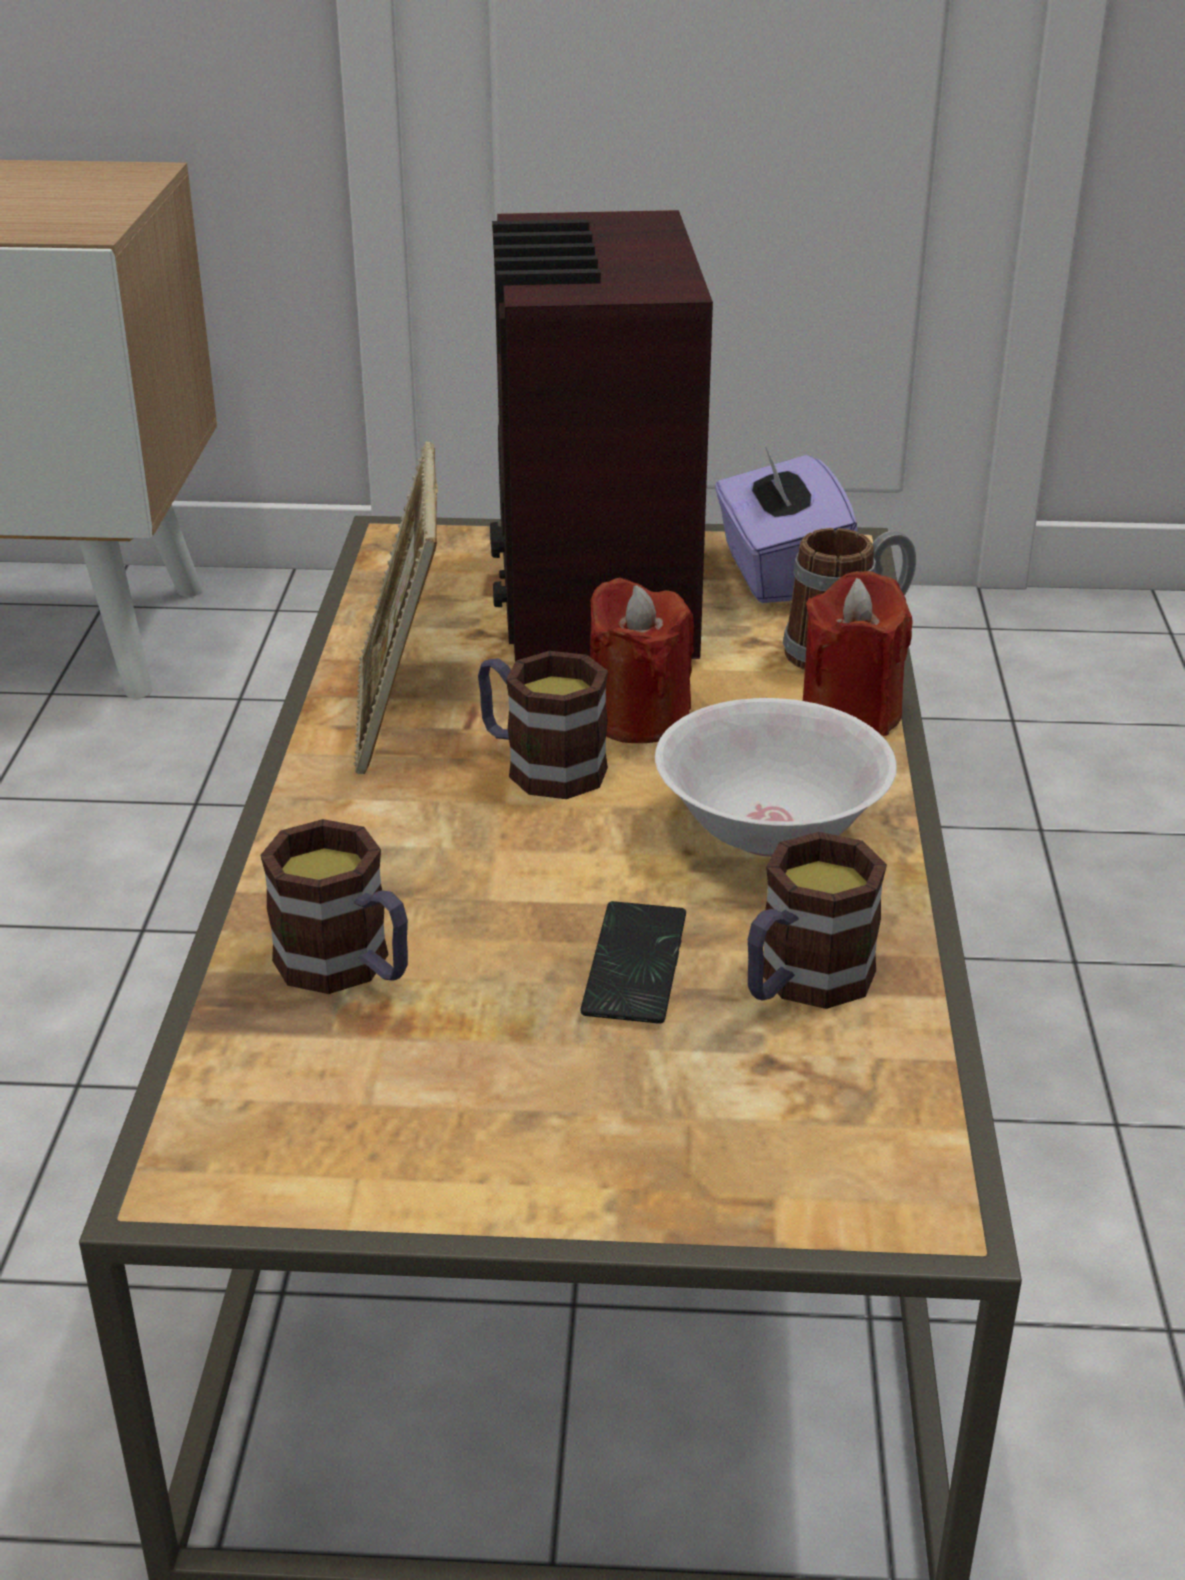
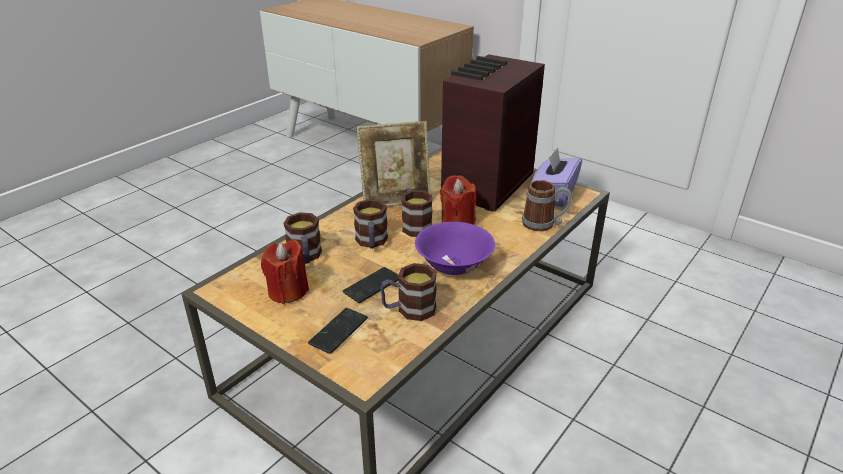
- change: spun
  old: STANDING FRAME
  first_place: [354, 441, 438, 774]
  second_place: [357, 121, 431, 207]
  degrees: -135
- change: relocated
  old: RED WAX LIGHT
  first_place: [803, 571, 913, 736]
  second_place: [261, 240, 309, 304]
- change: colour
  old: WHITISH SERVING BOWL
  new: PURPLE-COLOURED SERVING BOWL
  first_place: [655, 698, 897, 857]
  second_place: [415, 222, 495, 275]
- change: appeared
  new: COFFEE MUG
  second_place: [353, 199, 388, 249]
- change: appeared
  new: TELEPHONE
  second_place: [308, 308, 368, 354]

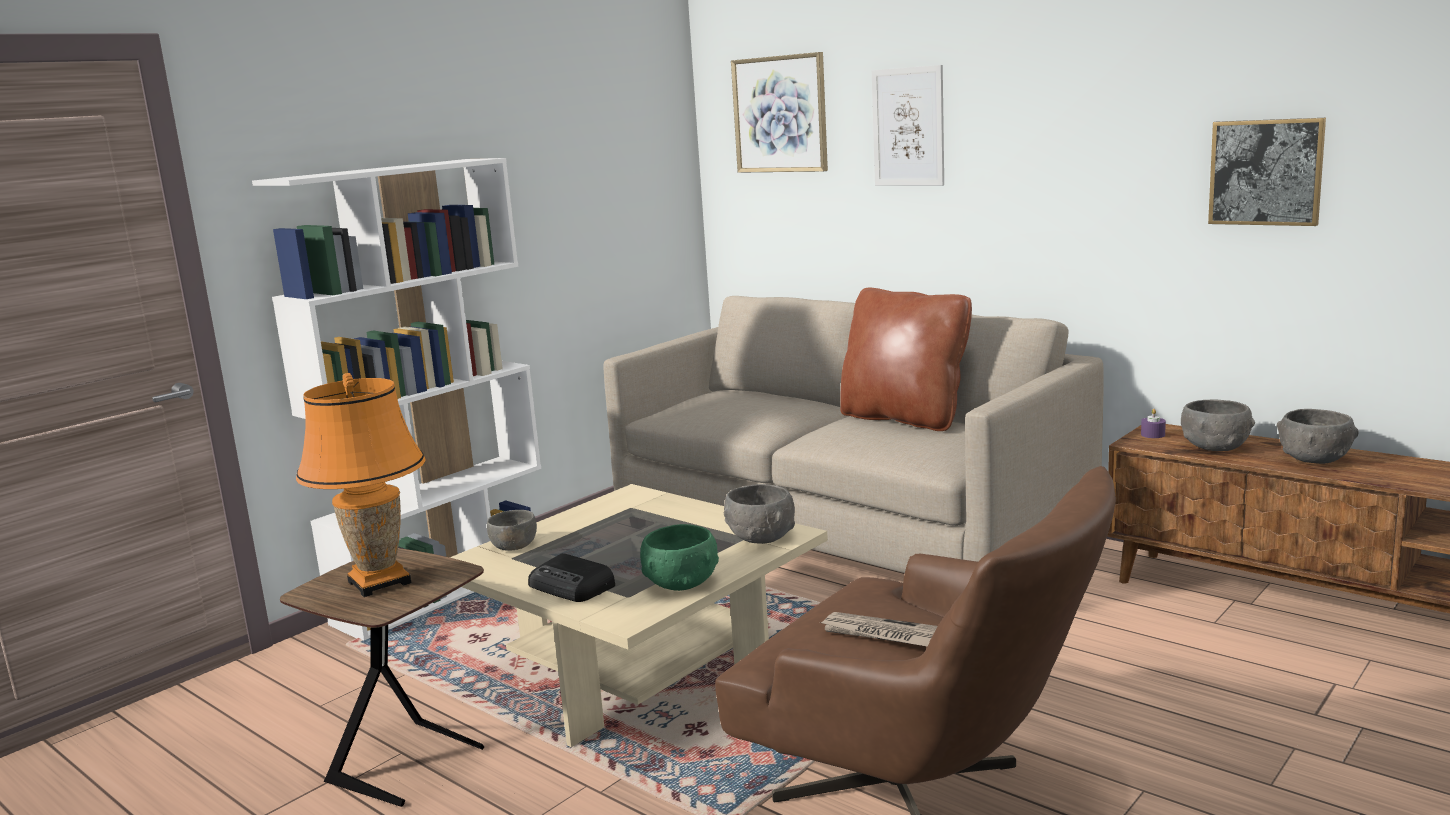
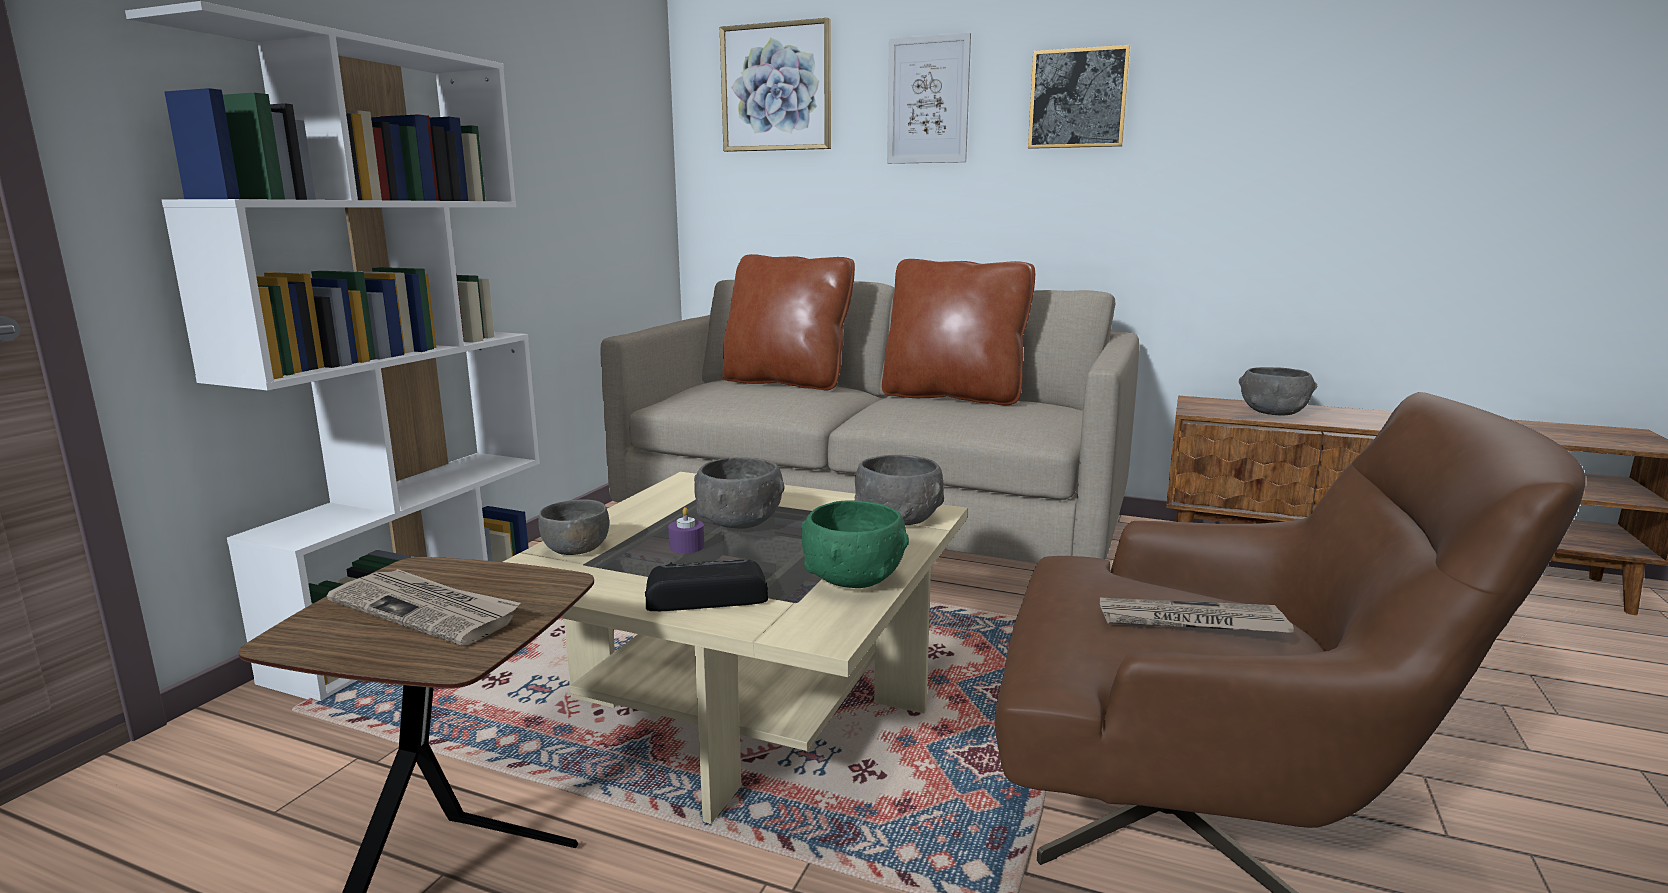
- change: relocated
  old: WALL ART
  first_place: [1208, 118, 1326, 226]
  second_place: [1028, 45, 1131, 149]
- change: exchanged
  old: ORANGEY TABLE LAMP
  new: NEWSPAPER
  first_place: [296, 373, 426, 597]
  second_place: [327, 569, 521, 646]
- change: relocated
  old: PURPLE-COLOURED WAX LIGHT
  first_place: [1141, 409, 1166, 438]
  second_place: [668, 507, 704, 553]
- change: relocated
  old: GREY SERVING BOWL
  first_place: [1277, 409, 1358, 464]
  second_place: [694, 457, 784, 529]
- change: spun
  old: RADIO SET
  first_place: [528, 553, 615, 602]
  second_place: [645, 560, 768, 611]
  degrees: 150
- change: appeared
  new: BROWN PILLOW
  second_place: [723, 254, 855, 391]

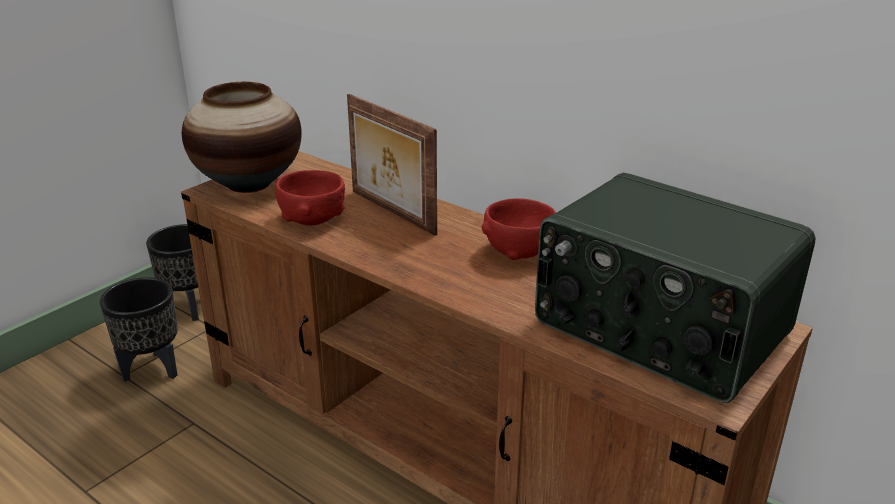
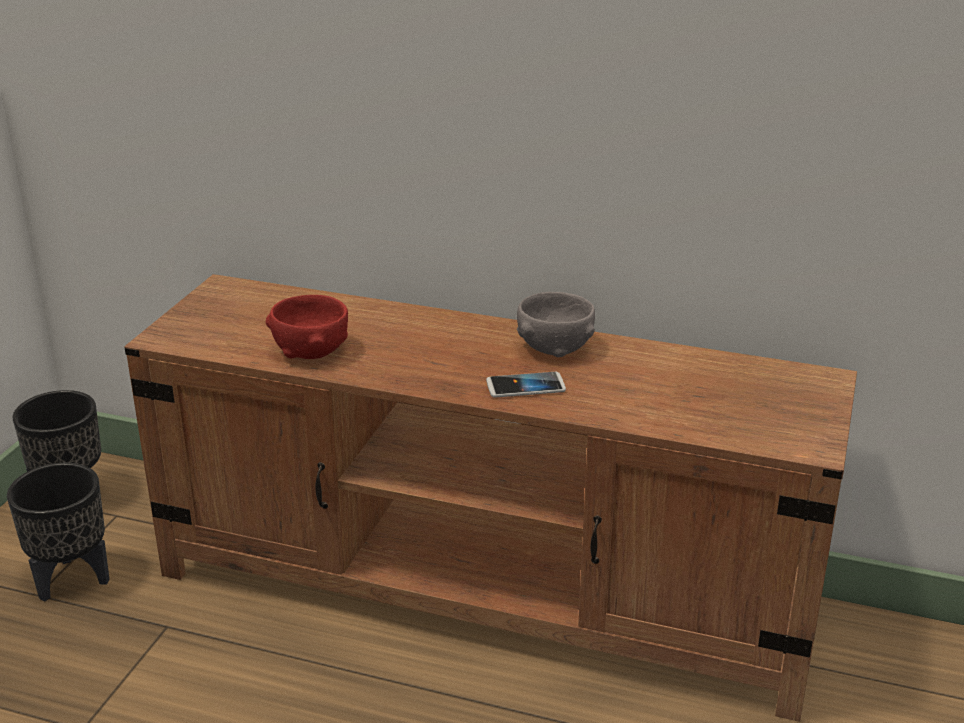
- change: missing
  old: DECORATIVE VASE
  first_place: [182, 82, 302, 193]
- change: missing
  old: STANDING FRAME
  first_place: [347, 94, 437, 236]
- change: missing
  old: RADIO SET
  first_place: [535, 173, 816, 403]
- change: colour
  old: RED SERVING BOWL
  new: GREY SERVING BOWL
  first_place: [482, 198, 556, 260]
  second_place: [517, 292, 595, 357]
- change: appeared
  new: TELEPHONE
  second_place: [486, 372, 566, 397]

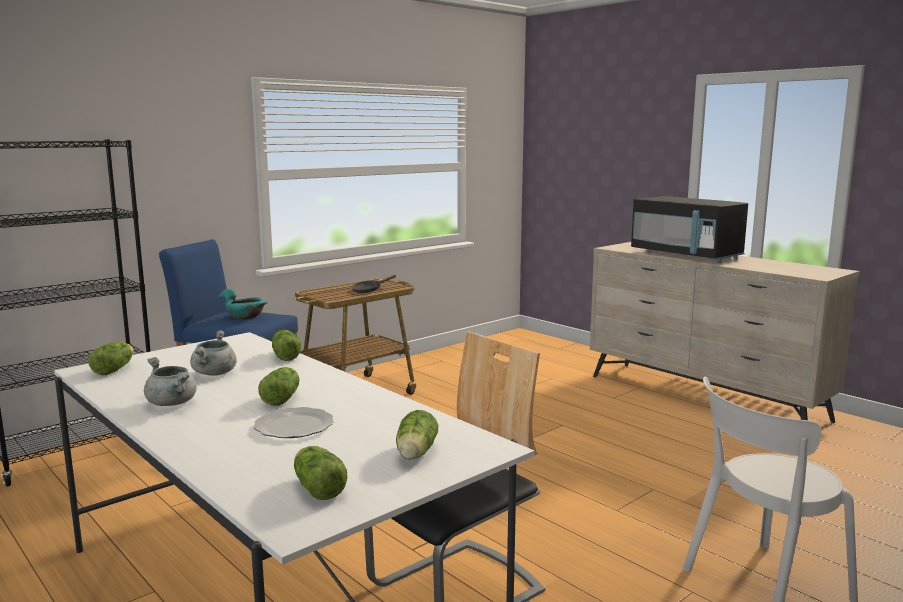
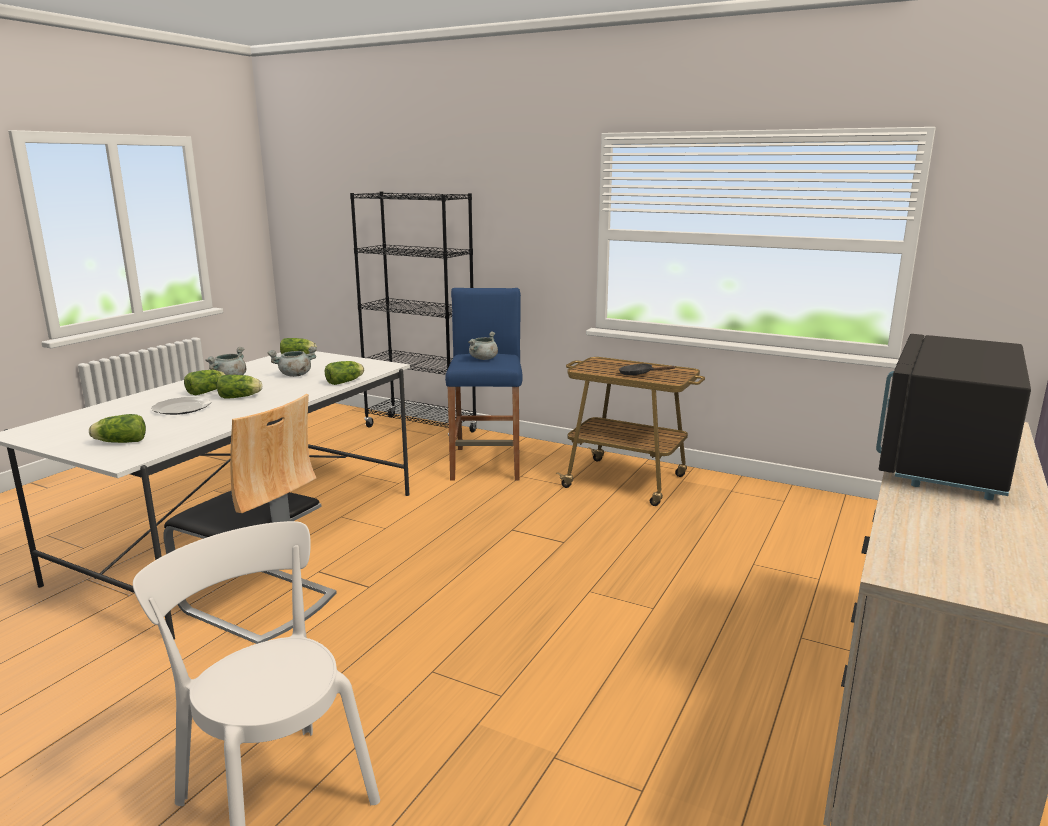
- change: exchanged
  old: TURQUOISE SERVING BOWL
  new: GREY STOCKPOT
  first_place: [218, 288, 268, 319]
  second_place: [468, 332, 498, 360]
- change: relocated
  old: LETTUCE
  first_place: [294, 446, 347, 500]
  second_place: [184, 370, 226, 396]

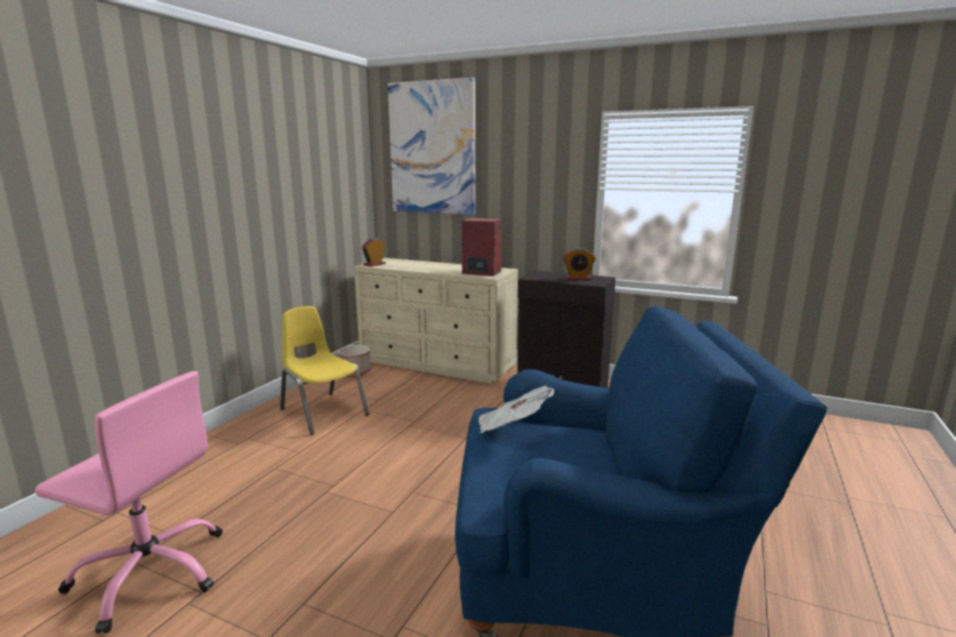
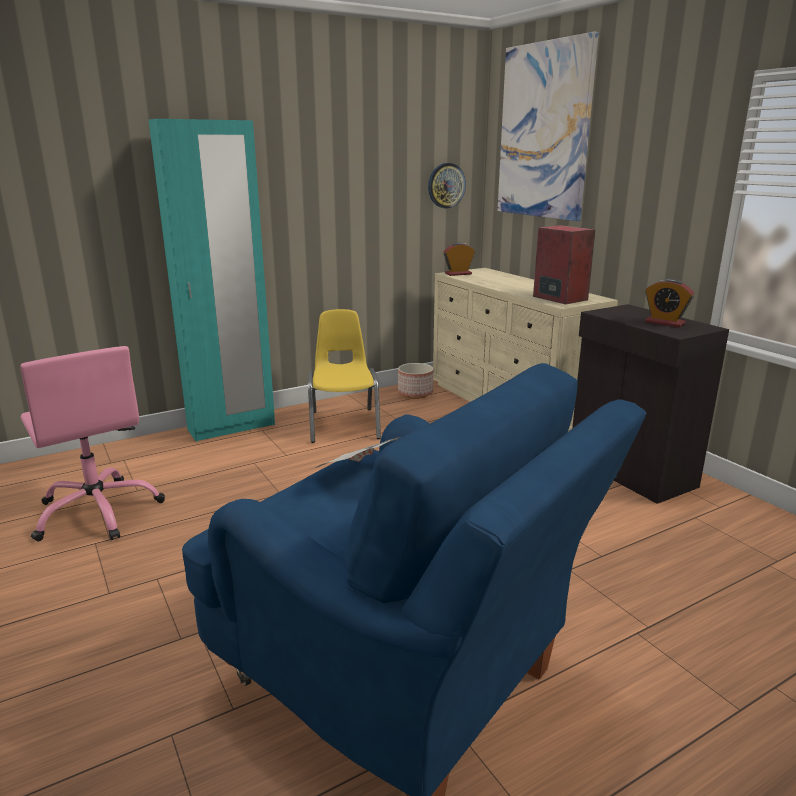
- change: appeared
  new: TURQUOISE CLOTHES CUPBOARD
  second_place: [148, 119, 275, 442]
- change: appeared
  new: WALL CLOCK
  second_place: [428, 163, 466, 208]

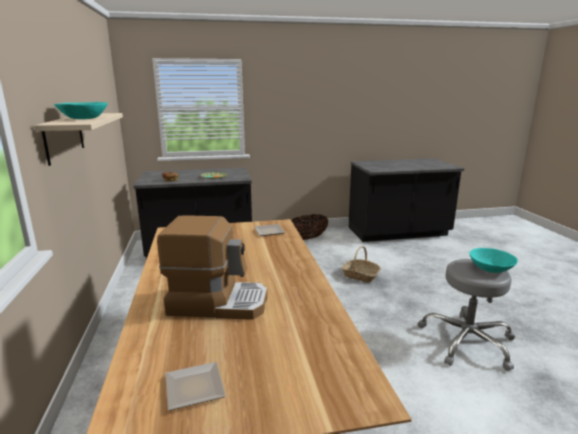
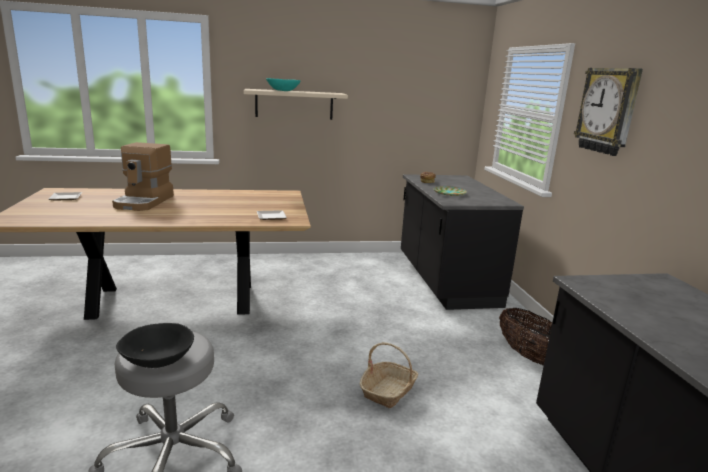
- change: colour
  old: TURQUOISE SERVING BOWL
  new: BLACK SERVING BOWL
  first_place: [469, 248, 518, 273]
  second_place: [116, 323, 194, 368]
- change: appeared
  new: WALL CLOCK
  second_place: [574, 68, 643, 156]

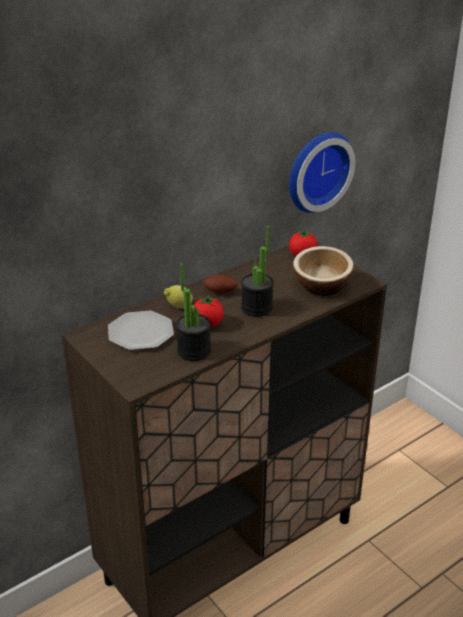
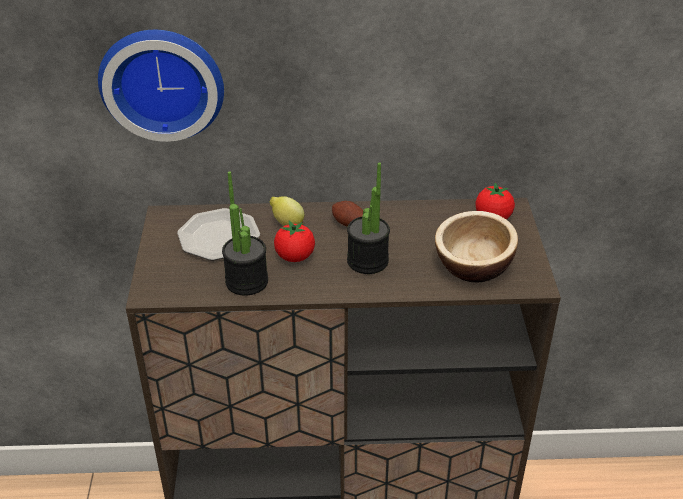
- change: relocated
  old: WALL CLOCK
  first_place: [289, 132, 355, 213]
  second_place: [98, 30, 224, 142]

